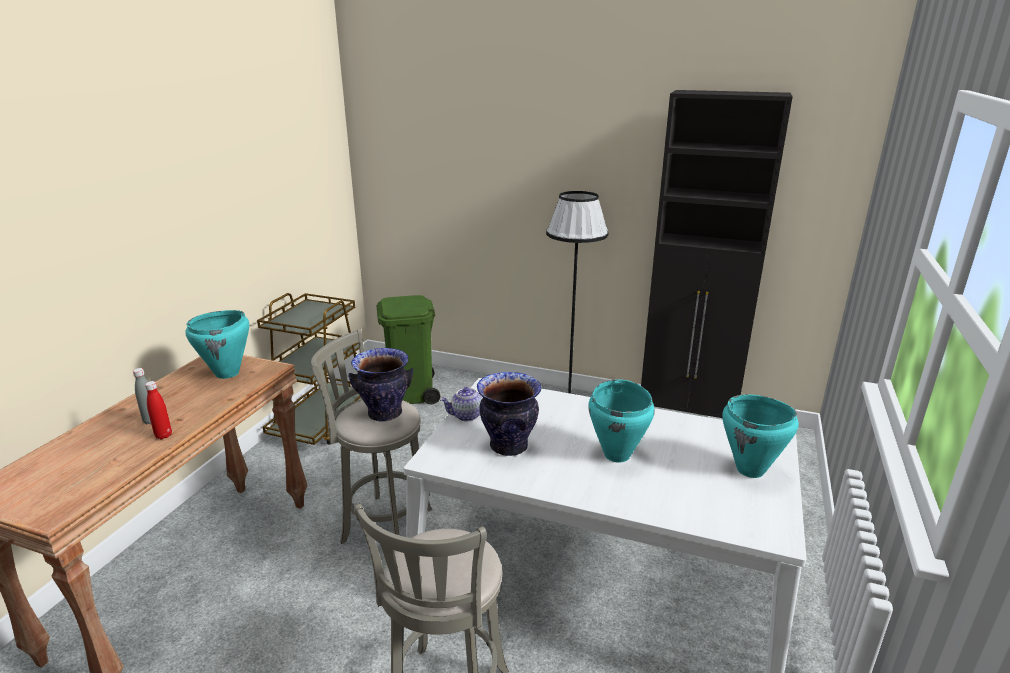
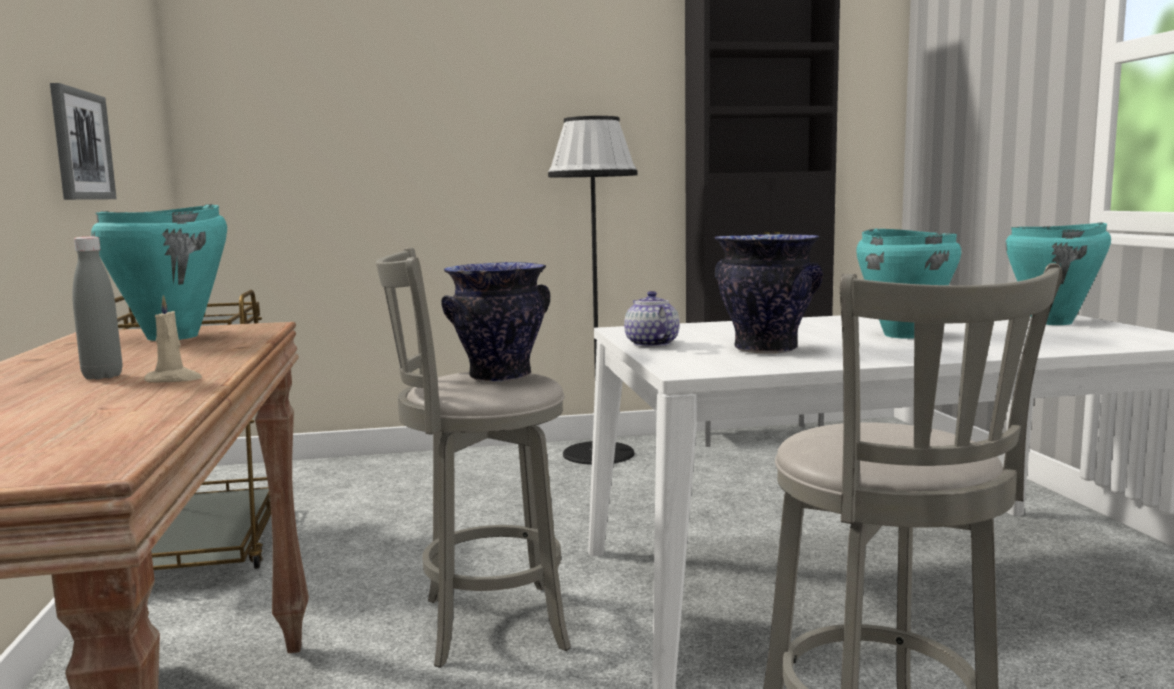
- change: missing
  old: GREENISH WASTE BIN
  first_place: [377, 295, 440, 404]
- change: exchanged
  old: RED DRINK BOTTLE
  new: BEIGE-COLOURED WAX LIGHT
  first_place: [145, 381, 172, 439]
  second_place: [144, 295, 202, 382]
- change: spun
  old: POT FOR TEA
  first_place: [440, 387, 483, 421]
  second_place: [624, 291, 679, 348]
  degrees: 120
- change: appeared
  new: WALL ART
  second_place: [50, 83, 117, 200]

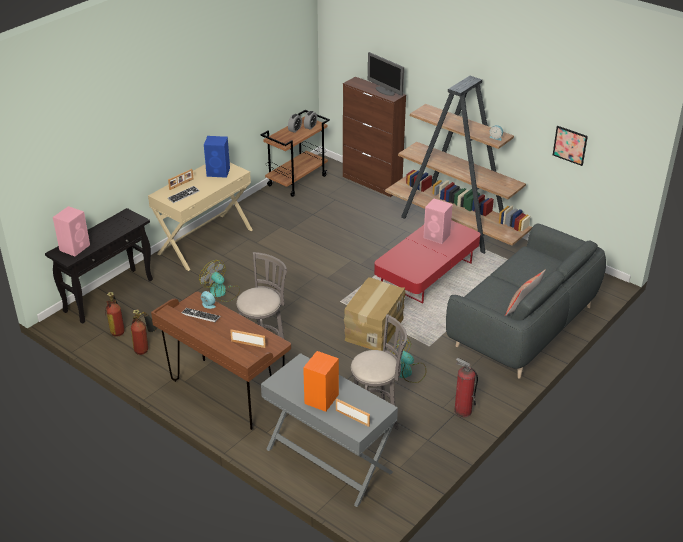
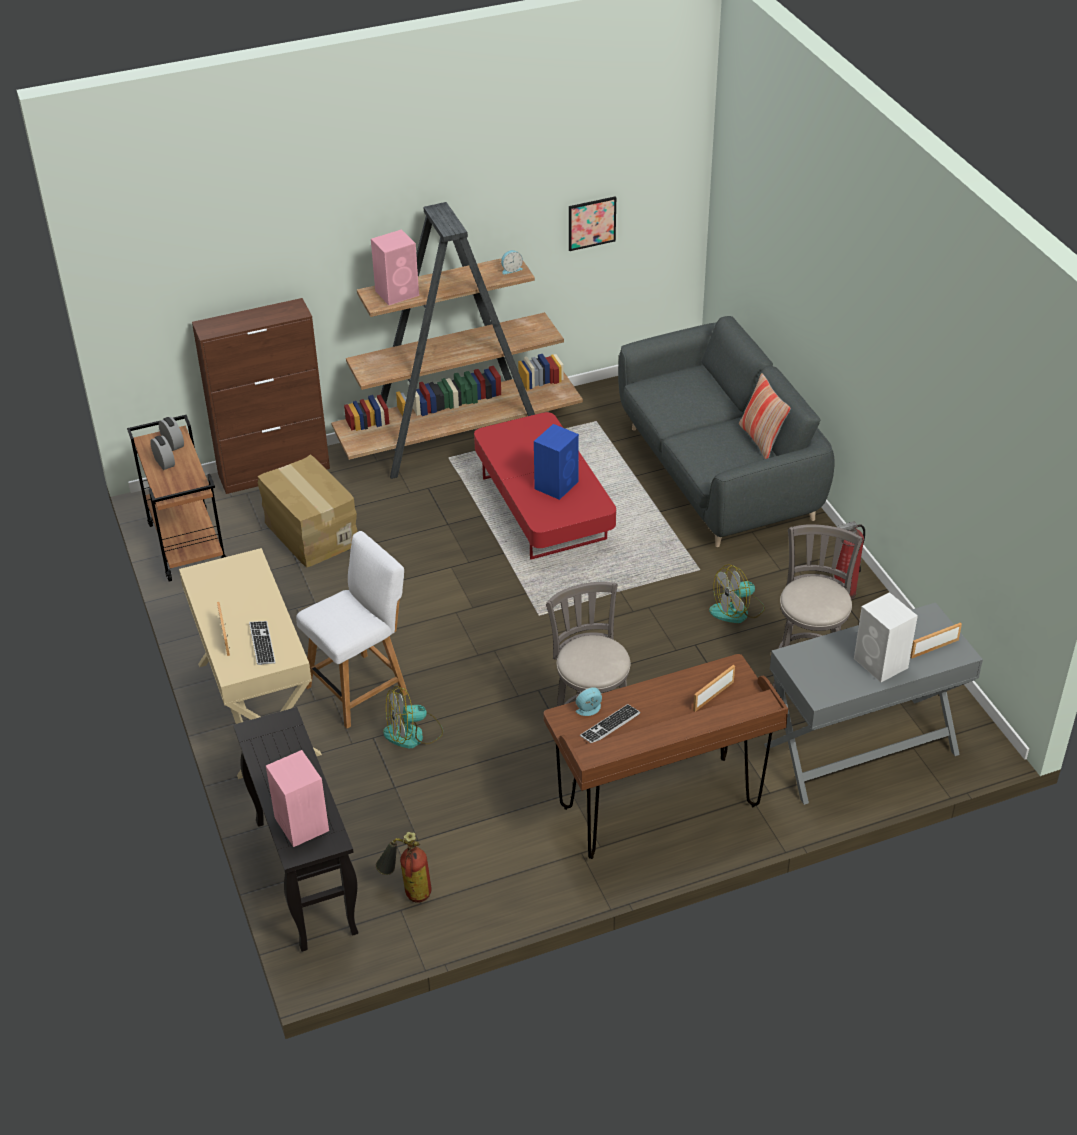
- change: missing
  old: MONITOR
  first_place: [367, 52, 404, 96]
- change: relocated
  old: BLUE-COLOURED LOUDSPEAKER
  first_place: [204, 136, 230, 178]
  second_place: [534, 424, 579, 500]
- change: relocated
  old: PINKISH LOUDSPEAKER
  first_place: [423, 198, 453, 244]
  second_place: [371, 229, 419, 305]
- change: relocated
  old: CARDBOARD BOX
  first_place: [344, 277, 406, 351]
  second_place: [258, 454, 358, 568]
- change: missing
  old: FIRE-FIGHTING CYLINDER
  first_place: [131, 309, 157, 355]
- change: colour
  old: ORANGEY LOUDSPEAKER
  new: WHITISH LOUDSPEAKER
  first_place: [303, 351, 339, 412]
  second_place: [854, 592, 918, 682]
- change: appeared
  new: WHITISH UPRIGHT CHAIR
  second_place: [296, 531, 407, 729]

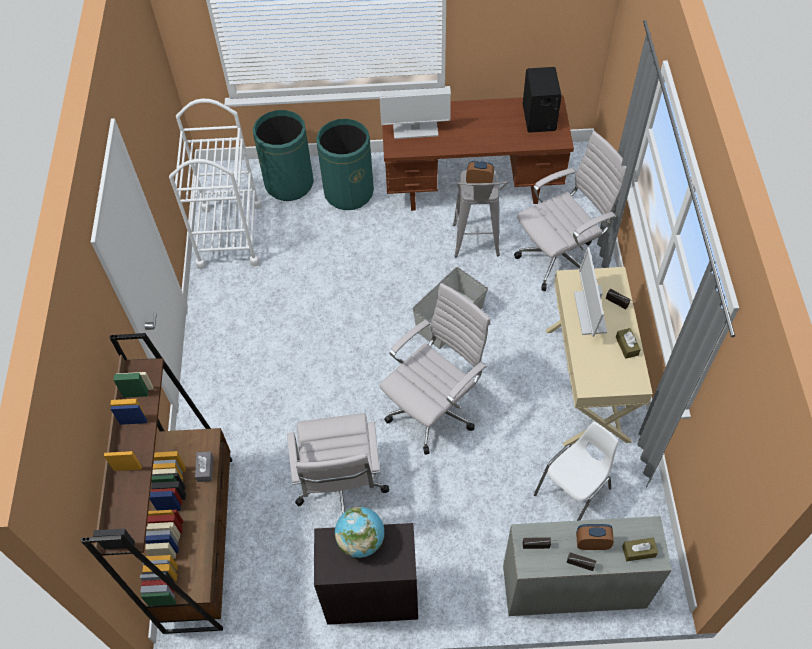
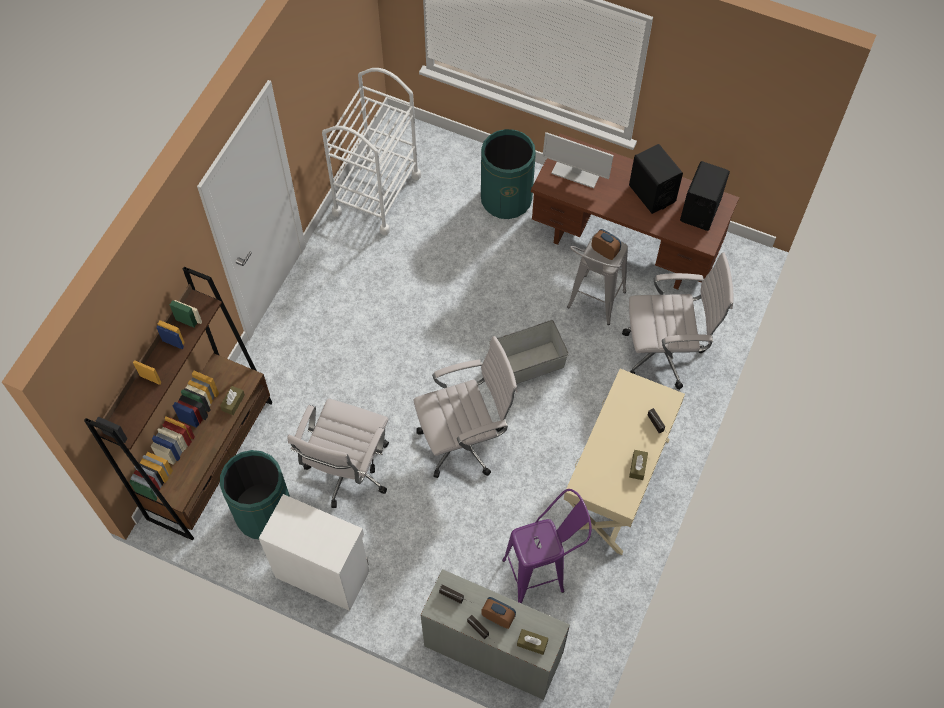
- change: relocated
  old: GREENISH WASTE BIN
  first_place: [253, 110, 314, 201]
  second_place: [220, 450, 290, 539]
- change: missing
  old: MONITOR
  first_place: [574, 247, 607, 337]
- change: exchanged
  old: WHITISH UPRIGHT CHAIR
  new: PURPLE-COLOURED SITTING STOOL
  first_place: [534, 422, 619, 521]
  second_place: [502, 489, 592, 603]
- change: colour
  old: GREY TISSUE BOX
  new: BROWN TISSUE BOX
  first_place: [195, 451, 213, 482]
  second_place: [220, 386, 245, 415]
- change: missing
  old: DESK GLOBE
  first_place: [335, 507, 384, 558]
- change: colour
  old: BLACK CUPBOARD
  new: WHITISH CUPBOARD
  first_place: [314, 523, 418, 625]
  second_place: [259, 494, 369, 611]
- change: appeared
  new: BLACK LOUDSPEAKER
  second_place: [629, 144, 683, 214]

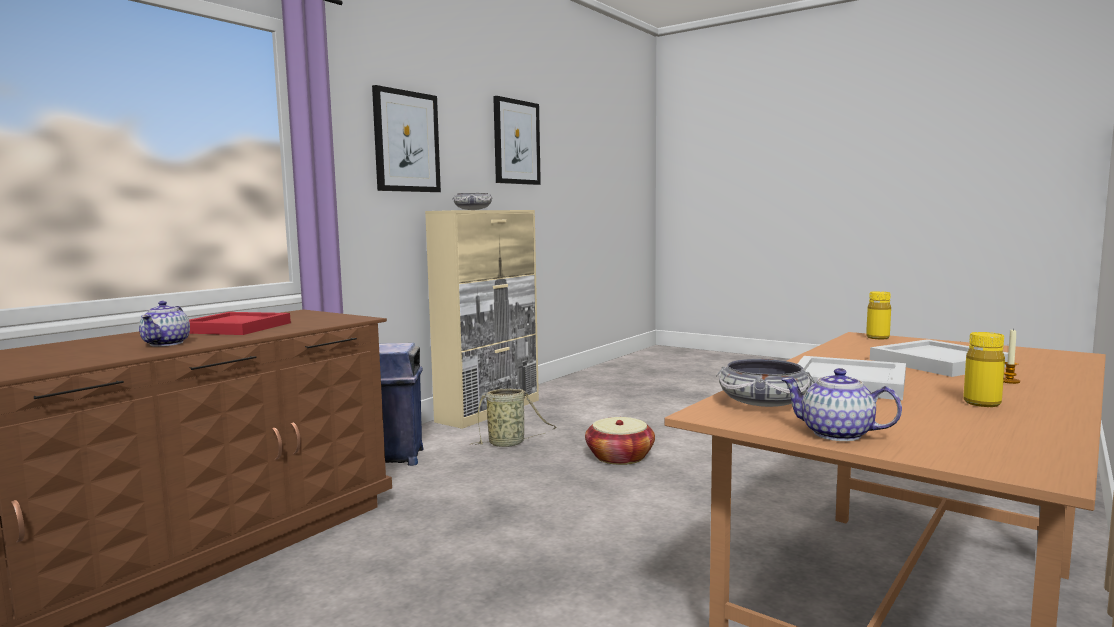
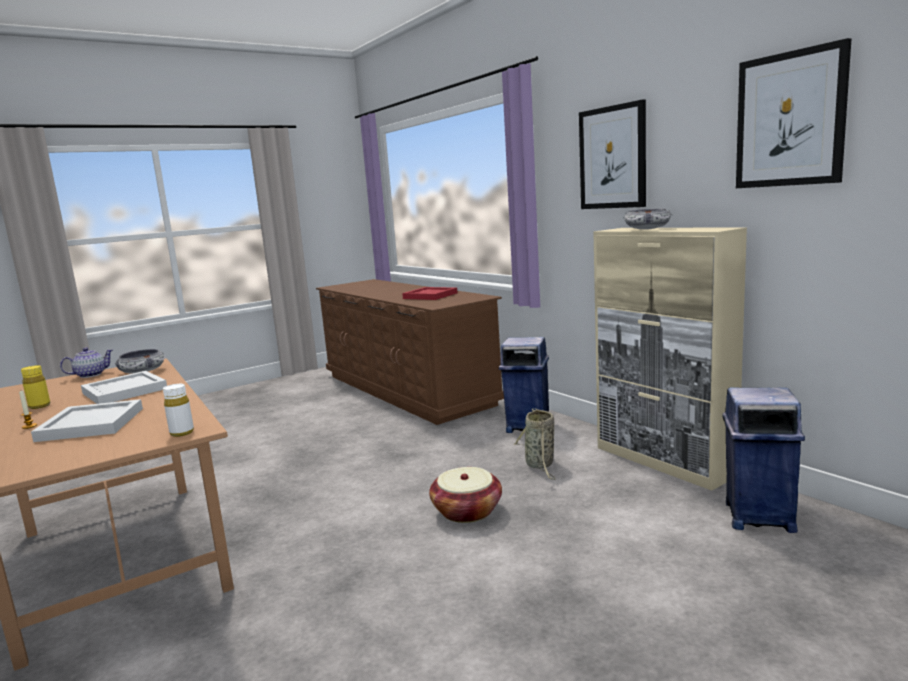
- change: colour
  old: YELLOW DRINK BOTTLE
  new: WHITISH DRINK BOTTLE
  first_place: [866, 291, 891, 340]
  second_place: [163, 384, 194, 437]
- change: missing
  old: POT FOR TEA
  first_place: [139, 301, 190, 347]
- change: appeared
  new: BLUE-COLOURED WASTE BIN
  second_place: [722, 388, 805, 533]

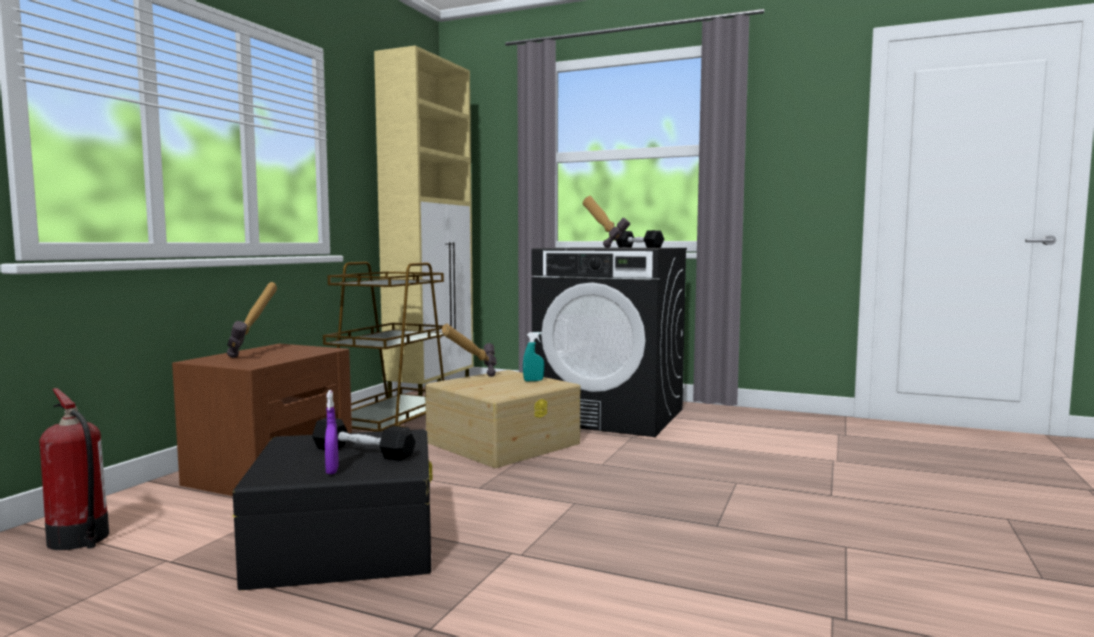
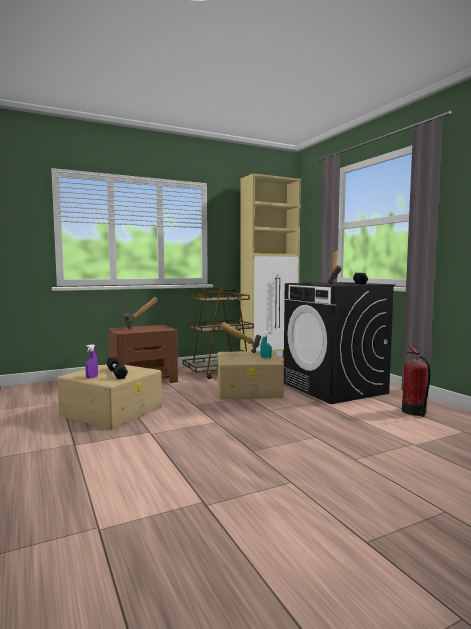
- change: relocated
  old: FIRE-FIGHTING CYLINDER
  first_place: [39, 388, 109, 550]
  second_place: [402, 345, 430, 417]
- change: colour
  old: BLACK STORAGE BOX
  new: BEIGE-COLOURED STORAGE BOX
  first_place: [232, 429, 432, 590]
  second_place: [57, 364, 162, 429]

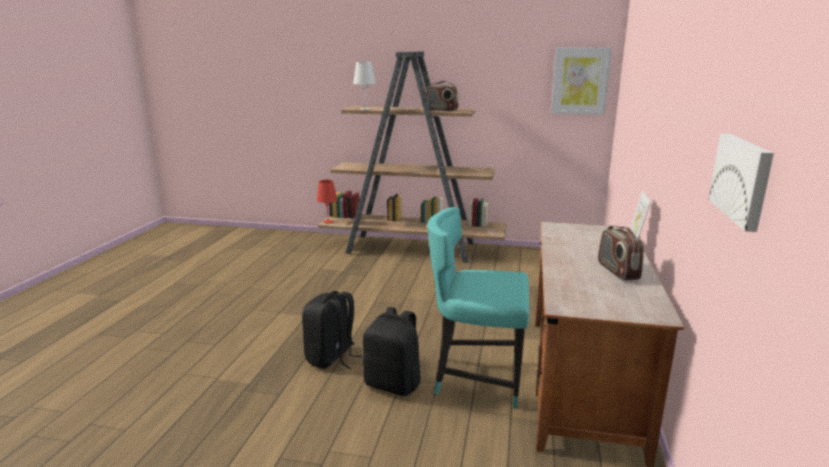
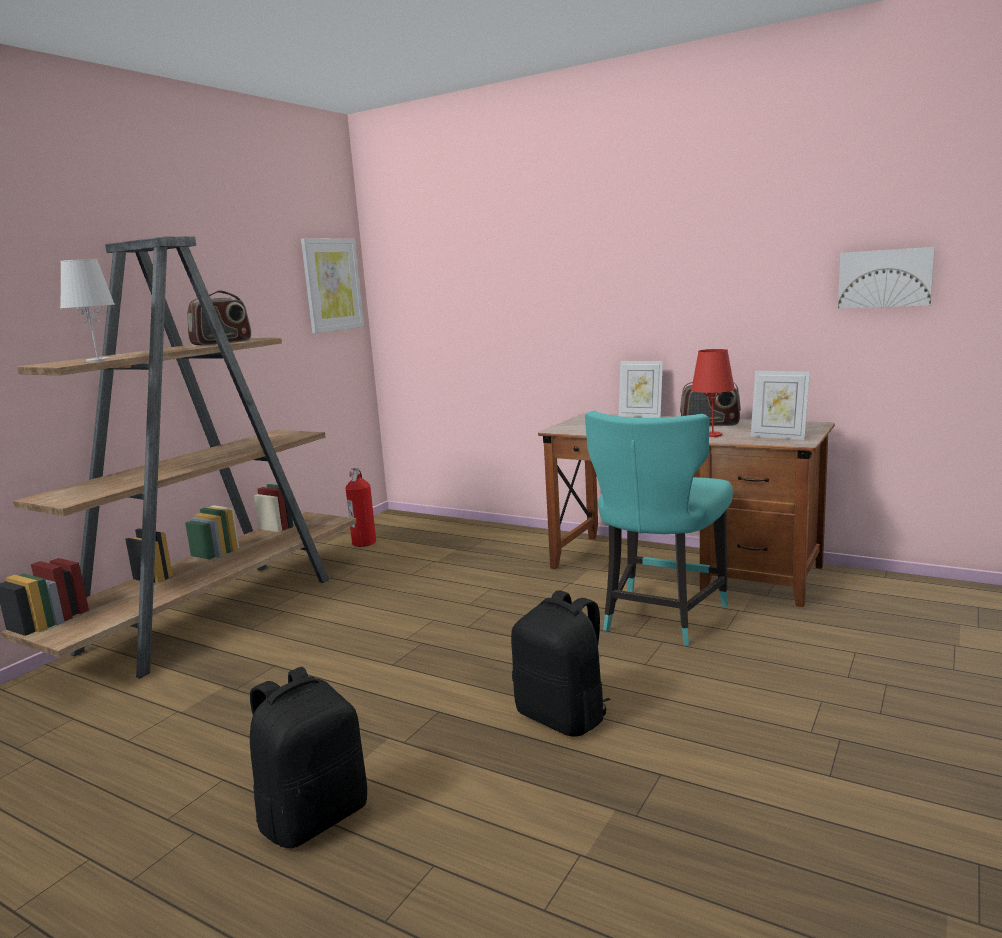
- change: relocated
  old: RED TABLE LAMP
  first_place: [316, 180, 338, 224]
  second_place: [691, 349, 735, 437]
- change: relocated
  old: BLACK RUCKSACK
  first_place: [362, 307, 421, 396]
  second_place: [250, 667, 367, 848]
- change: appeared
  new: STANDING FRAME
  second_place: [751, 371, 810, 440]
- change: appeared
  new: FIRE-FIGHTING CYLINDER
  second_place: [346, 468, 376, 547]

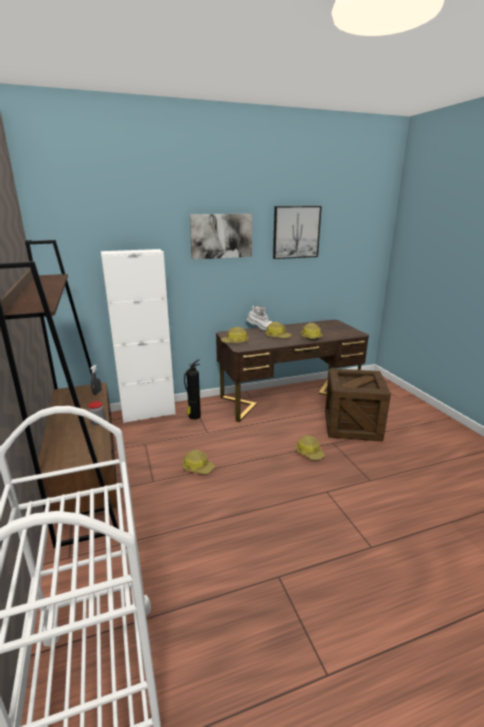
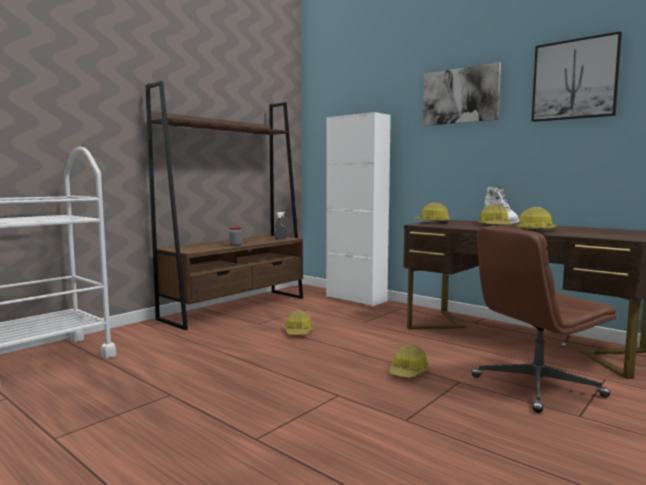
- change: missing
  old: FIRE-FIGHTING CYLINDER
  first_place: [184, 359, 201, 420]
- change: exchanged
  old: PACKING CRATE
  new: BROWN OFFICE CHAIR
  first_place: [325, 369, 391, 441]
  second_place: [472, 226, 617, 413]

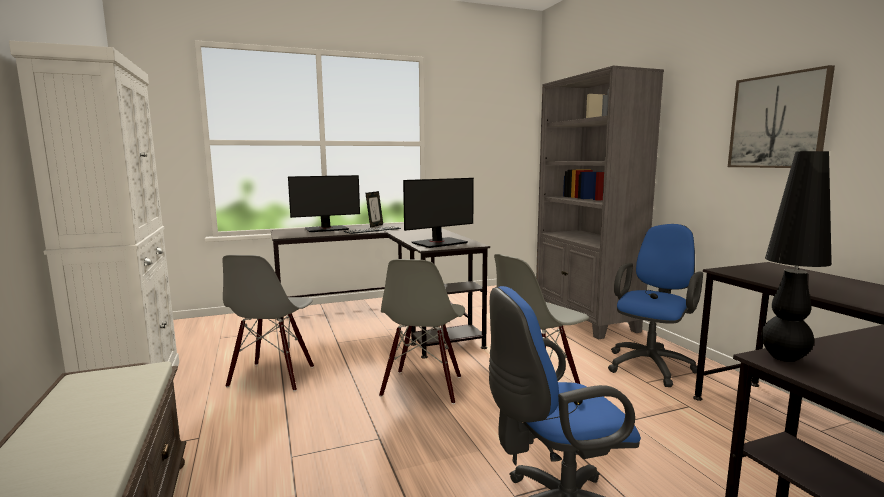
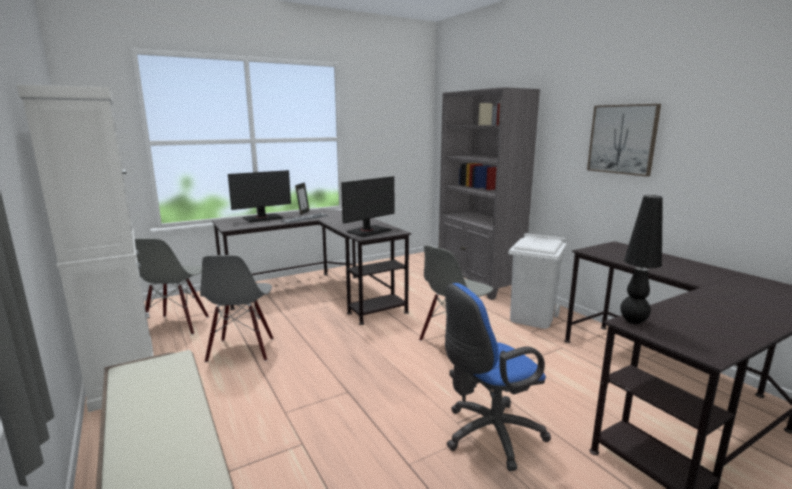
- change: exchanged
  old: BLUE-COLOURED OFFICE CHAIR
  new: WHITISH WASTE BIN
  first_place: [608, 224, 703, 387]
  second_place: [508, 233, 567, 329]
- change: relocated
  old: GREY UPRIGHT CHAIR
  first_place: [379, 259, 465, 404]
  second_place: [135, 238, 209, 335]

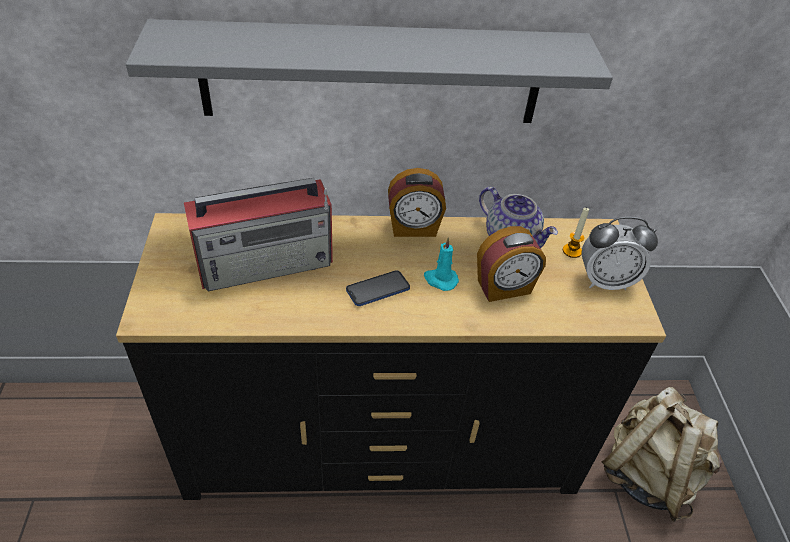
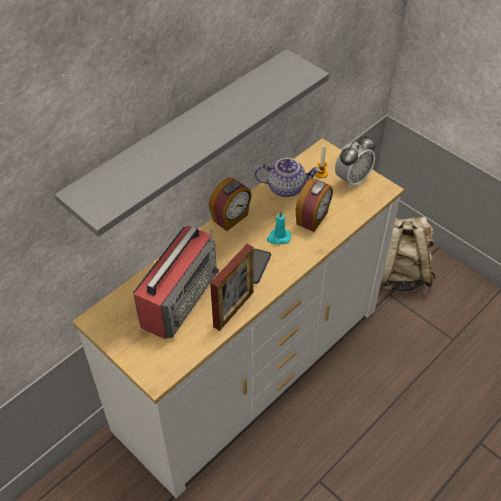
- change: colour
  old: BLACK CHEST OF DRAWERS
  new: WHITISH CHEST OF DRAWERS
  first_place: [116, 213, 666, 500]
  second_place: [72, 138, 404, 498]
- change: appeared
  new: STANDING FRAME
  second_place: [210, 244, 254, 331]

